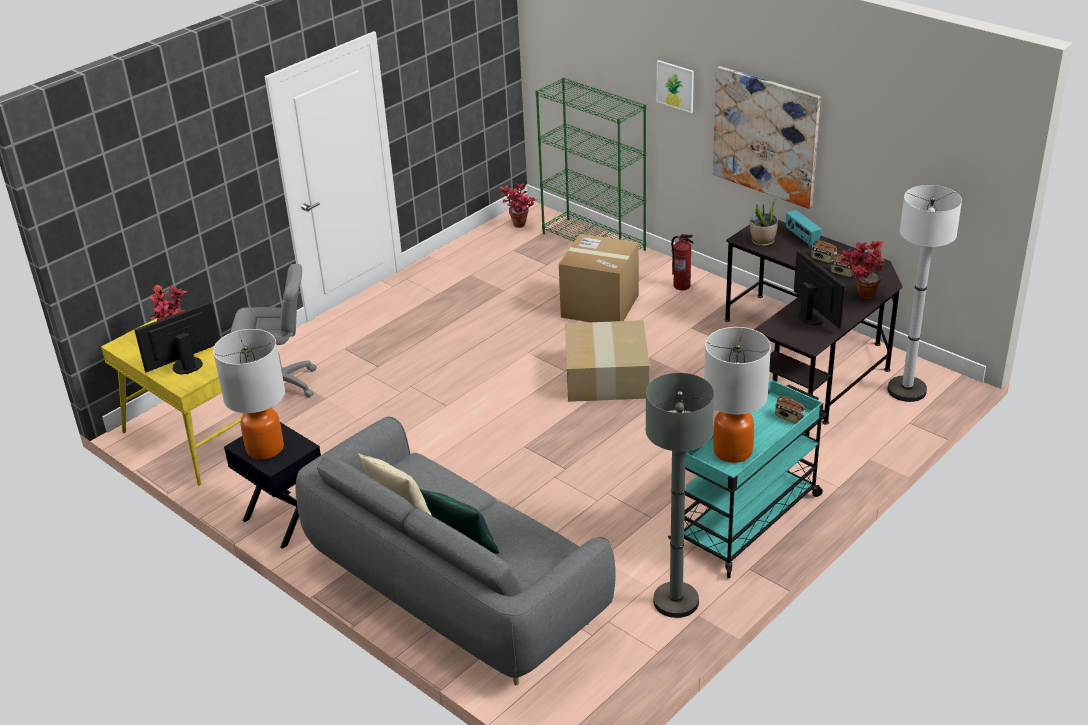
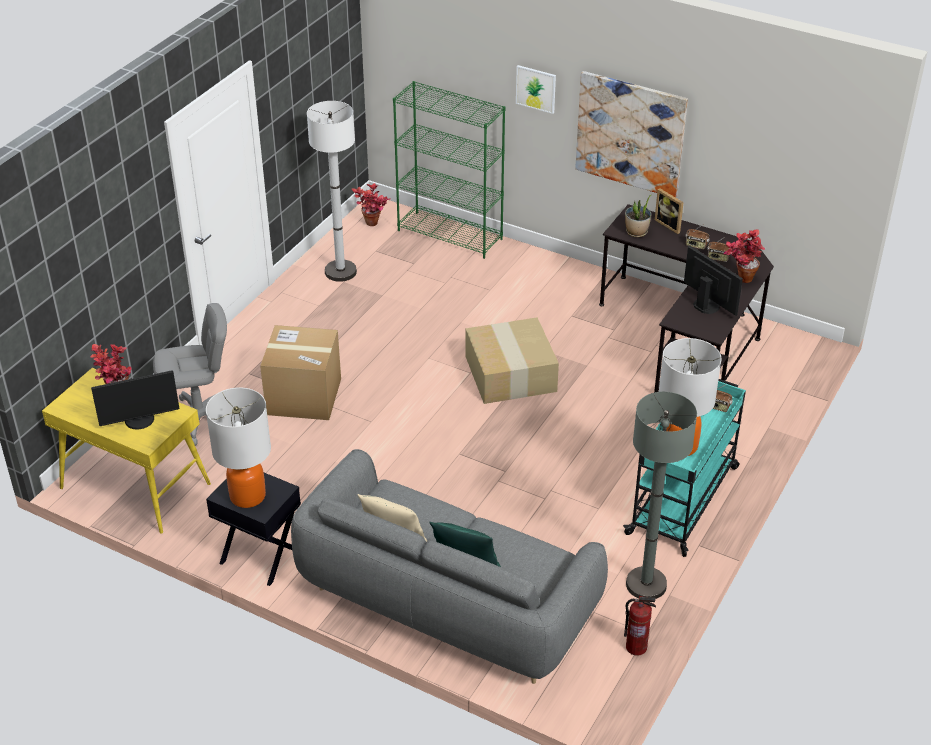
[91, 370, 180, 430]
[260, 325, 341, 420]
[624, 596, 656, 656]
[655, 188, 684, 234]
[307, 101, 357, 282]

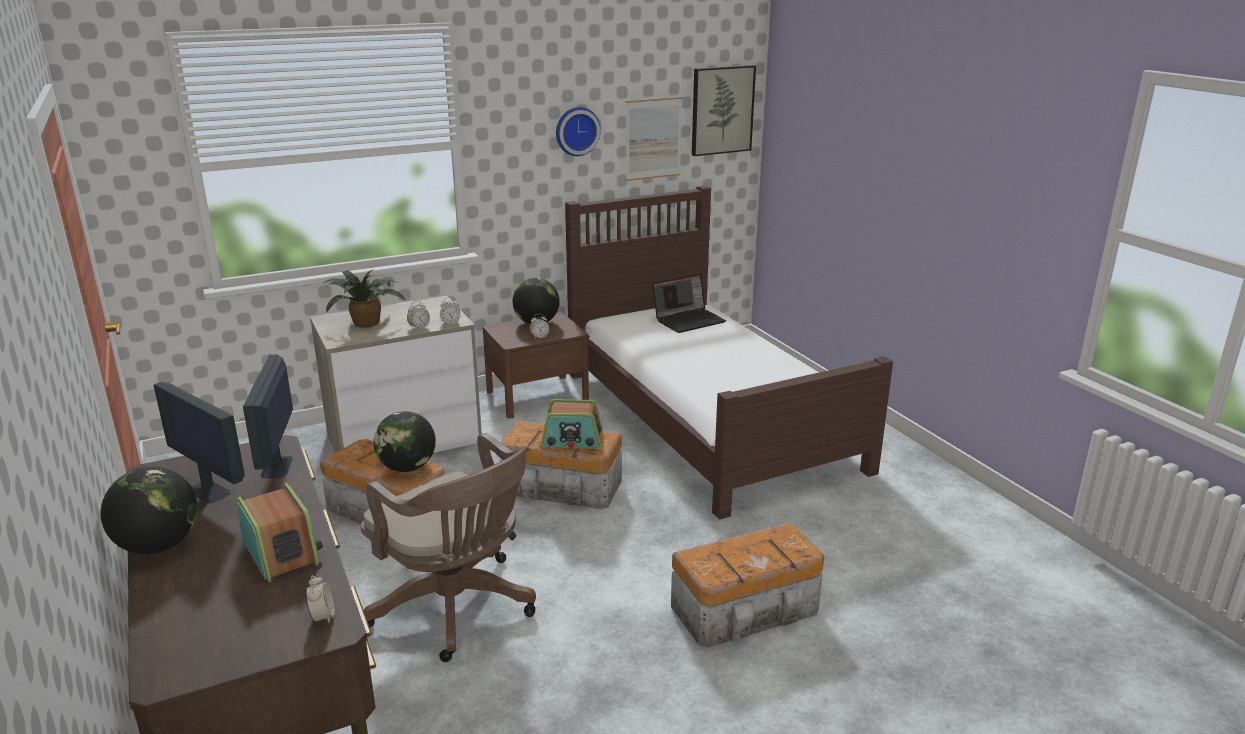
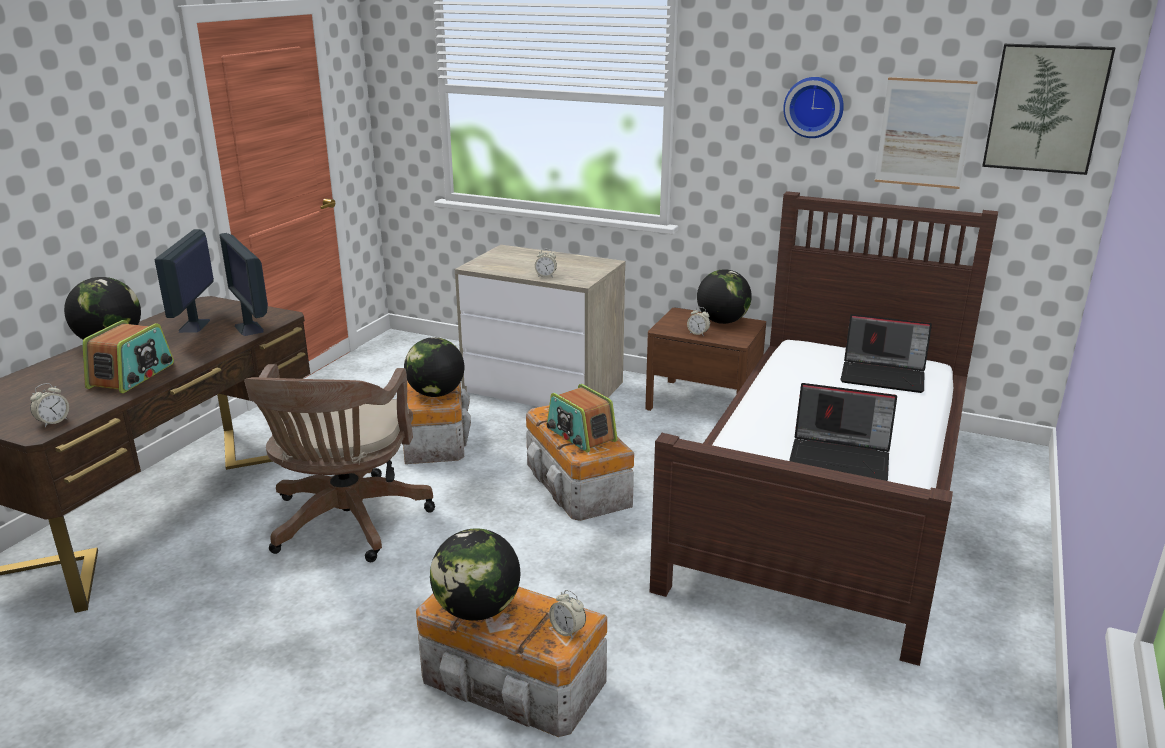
[219, 233, 268, 336]
[323, 269, 405, 328] (first image)
[549, 590, 586, 639]
[430, 528, 520, 621]
[789, 383, 897, 481]

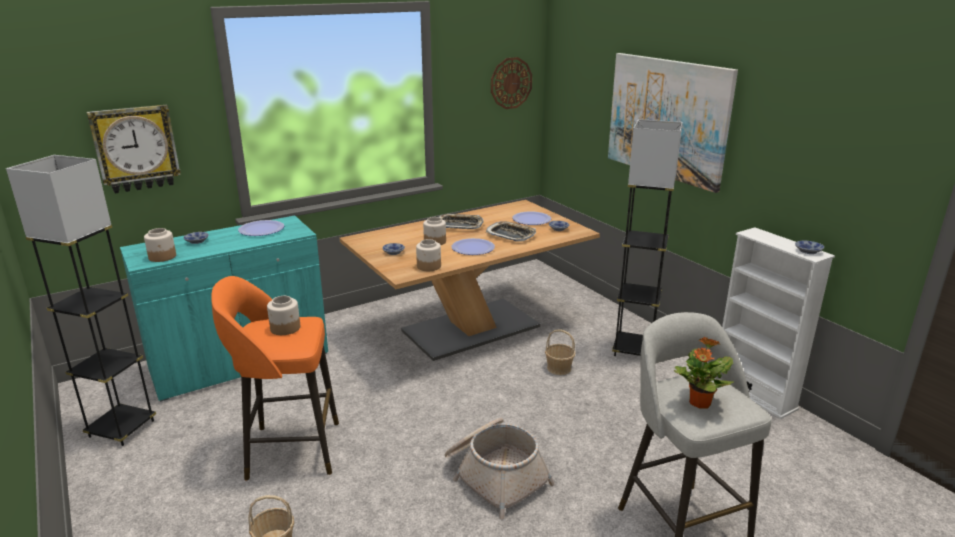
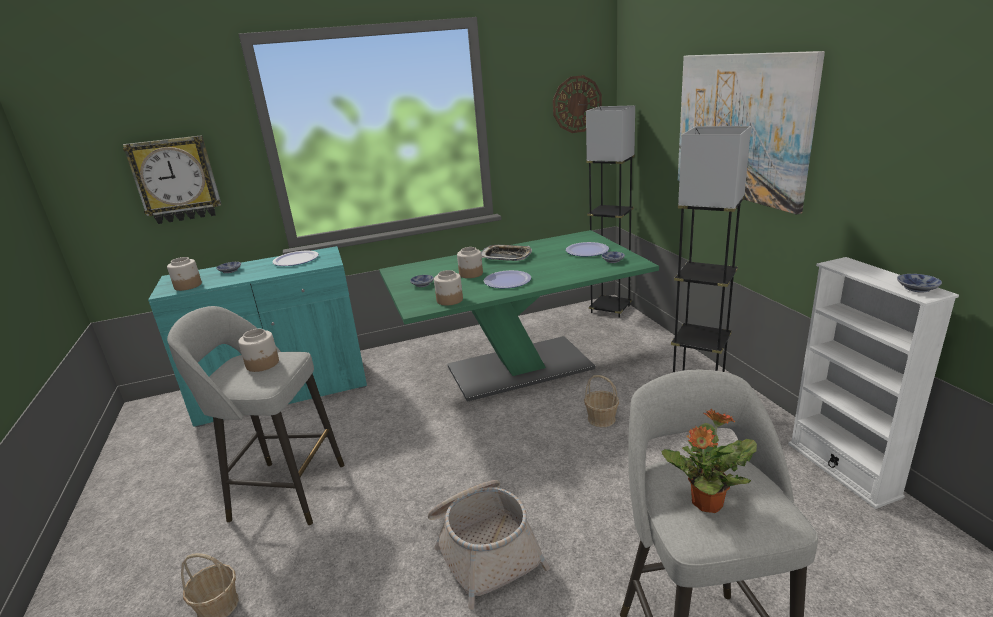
[586, 105, 635, 318]
[167, 306, 344, 525]
[379, 230, 659, 402]
[486, 221, 536, 242] (first image)

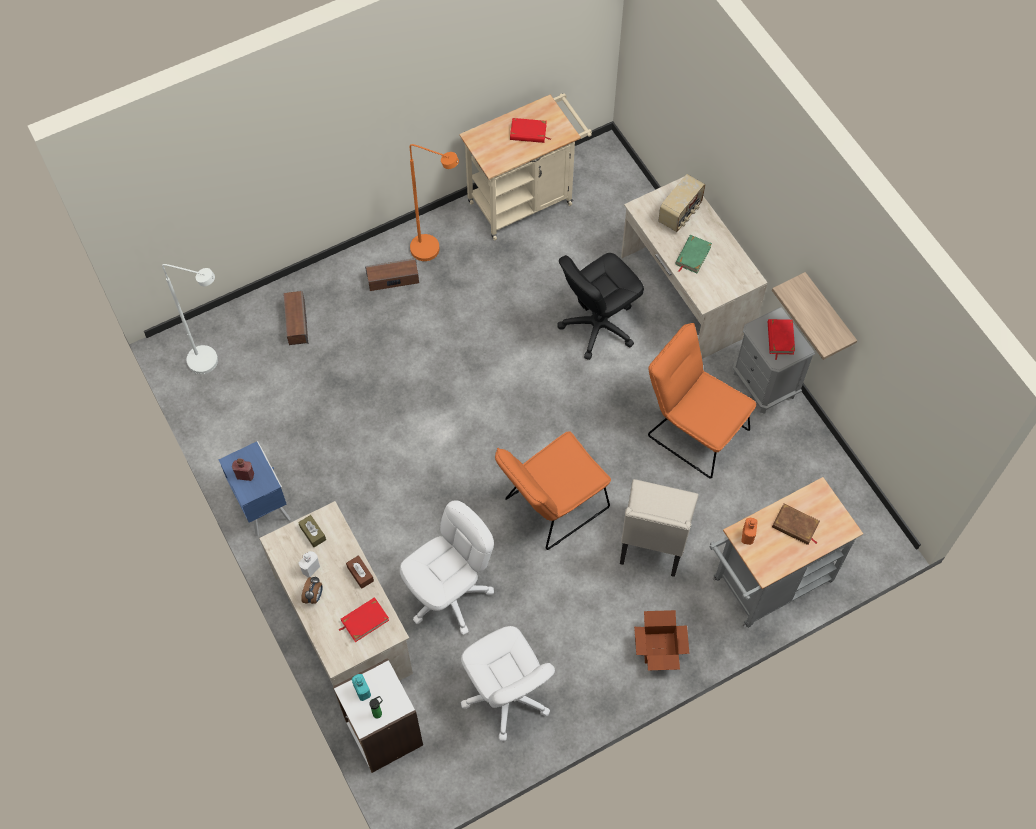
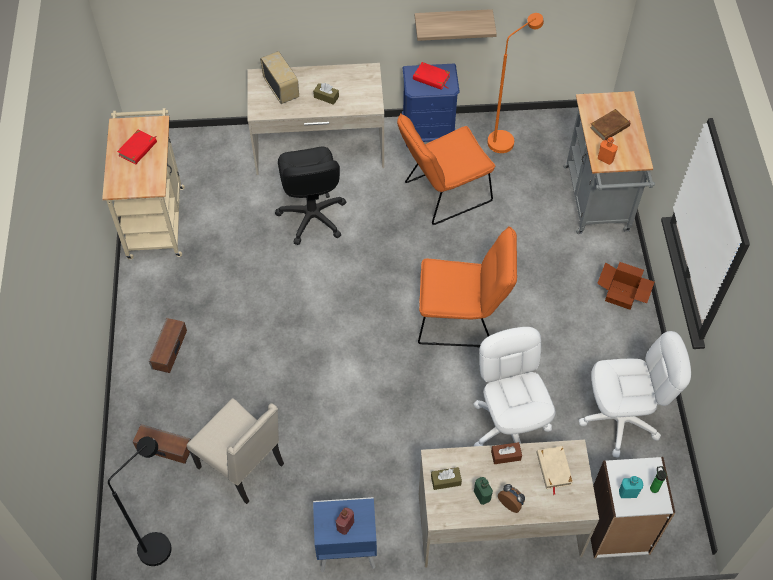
[108, 437, 172, 566]
[474, 477, 493, 505]
[537, 446, 573, 495]
[487, 13, 544, 153]
[418, 226, 517, 347]
[187, 398, 284, 504]
[313, 83, 339, 105]
[402, 64, 460, 147]

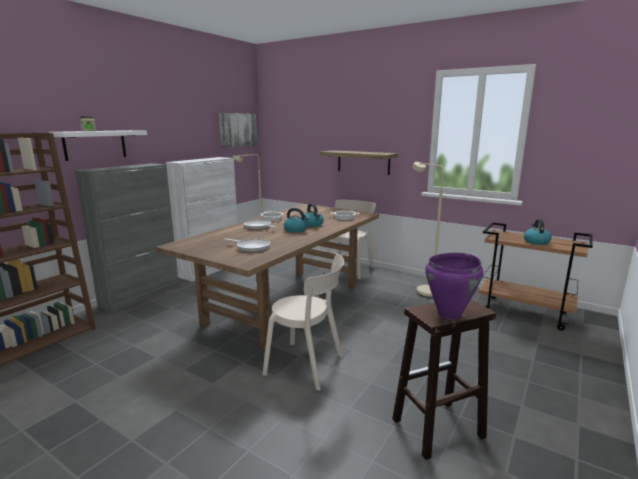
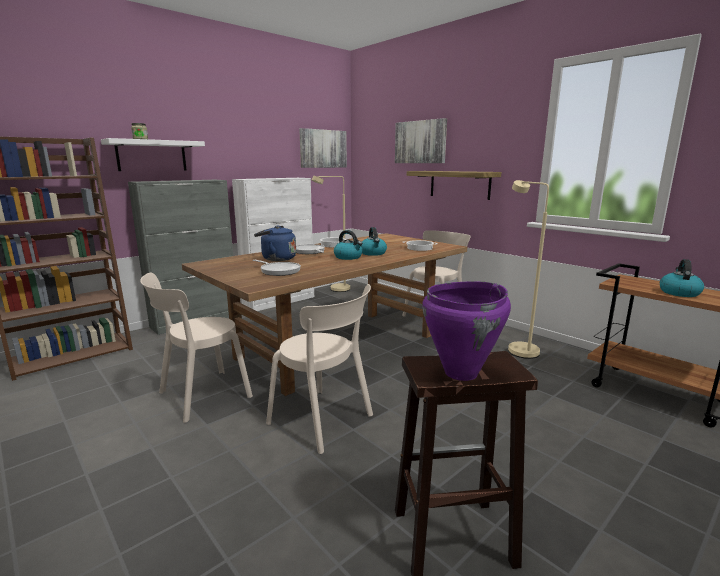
[140, 273, 253, 423]
[254, 226, 296, 261]
[395, 118, 447, 163]

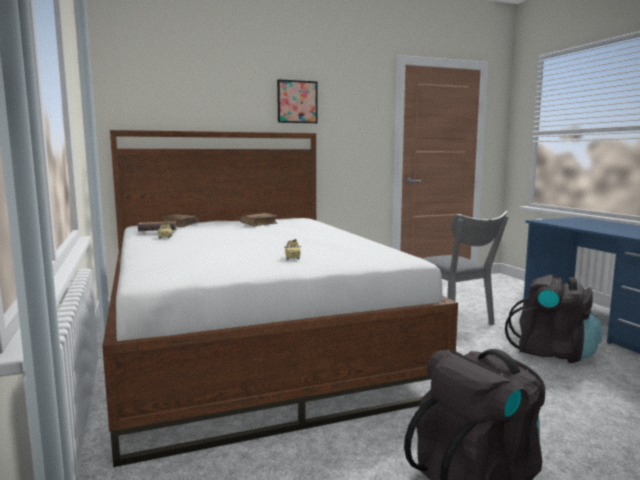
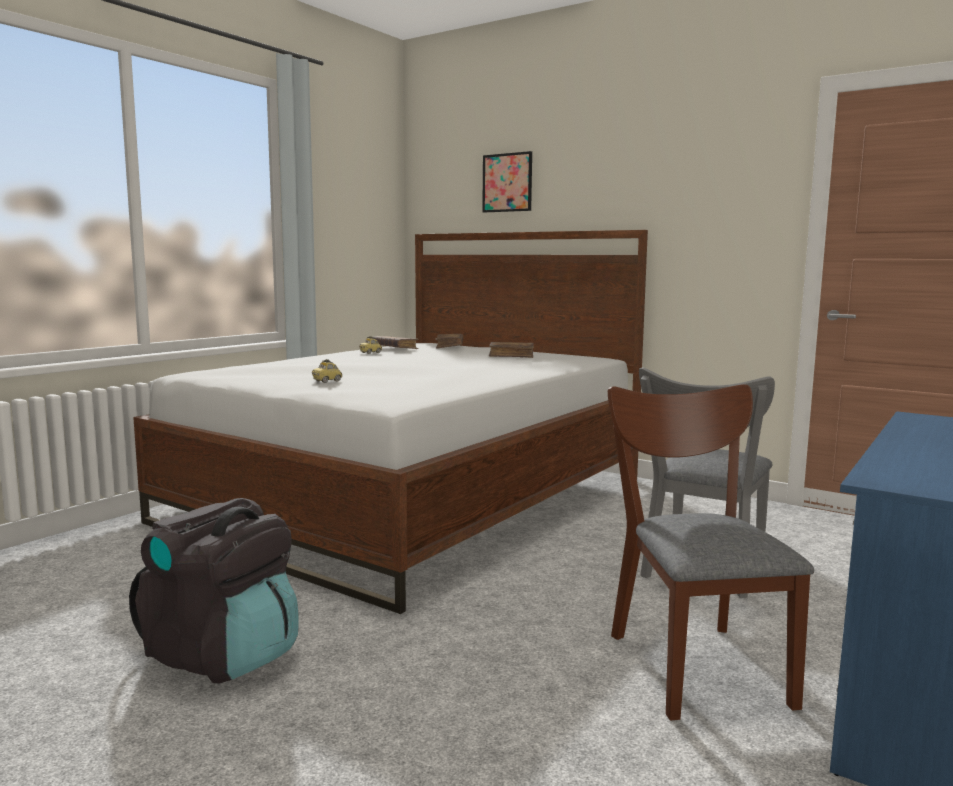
[482, 151, 532, 213]
[608, 384, 814, 720]

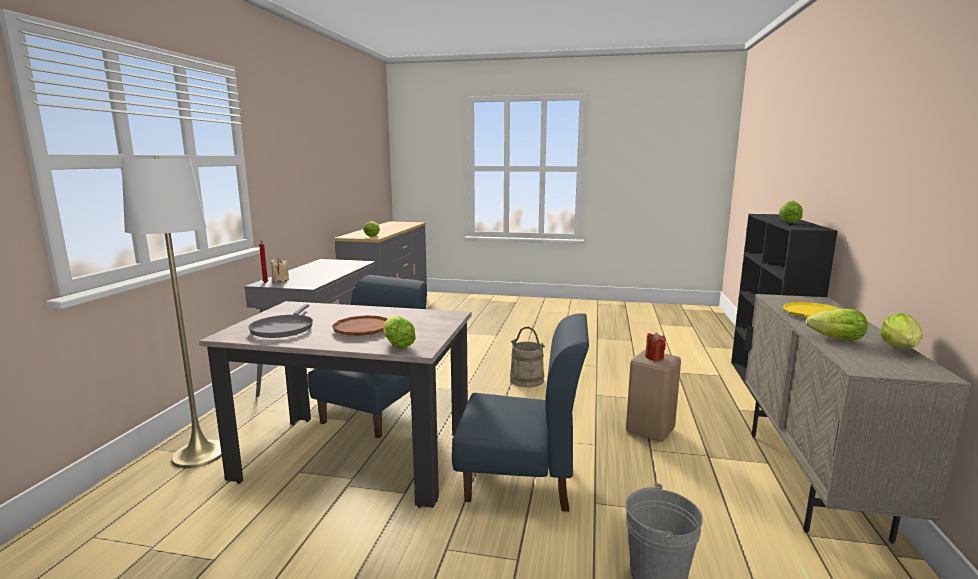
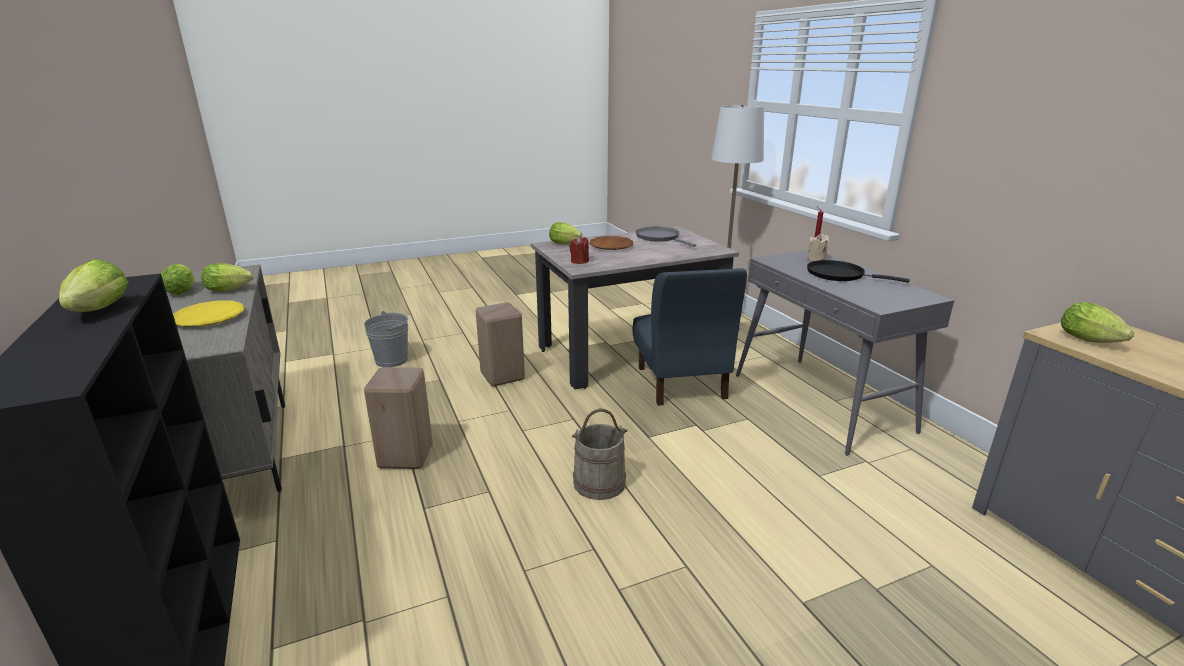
[476, 302, 525, 386]
[569, 236, 589, 264]
[807, 260, 910, 283]

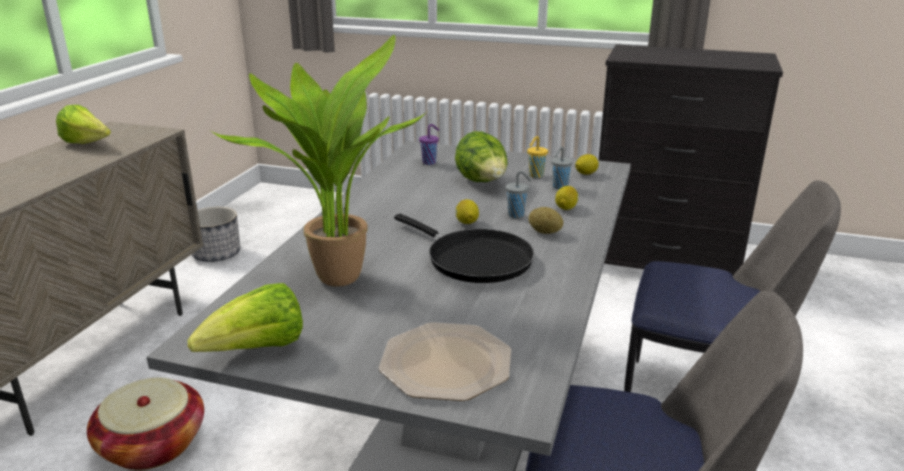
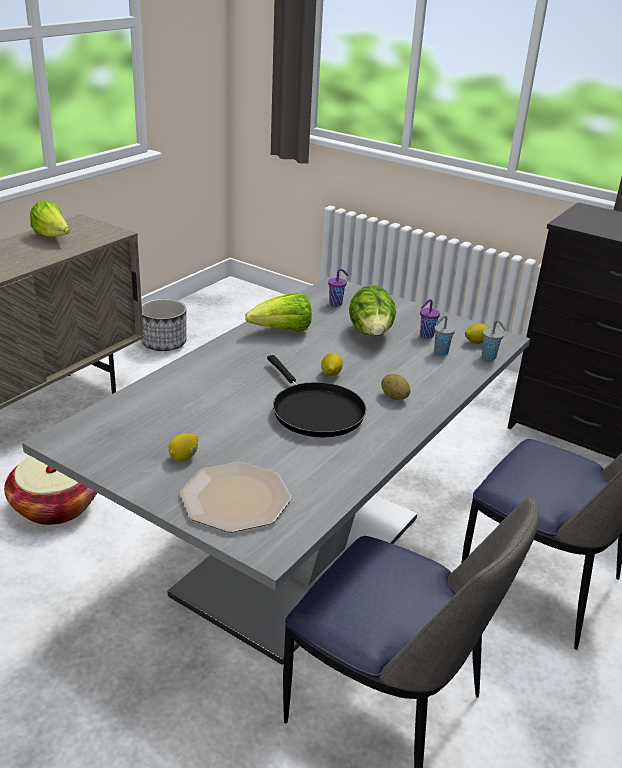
[245, 292, 312, 332]
[211, 35, 426, 287] (first image)
[482, 320, 506, 360]
[420, 299, 440, 339]
[168, 433, 198, 462]

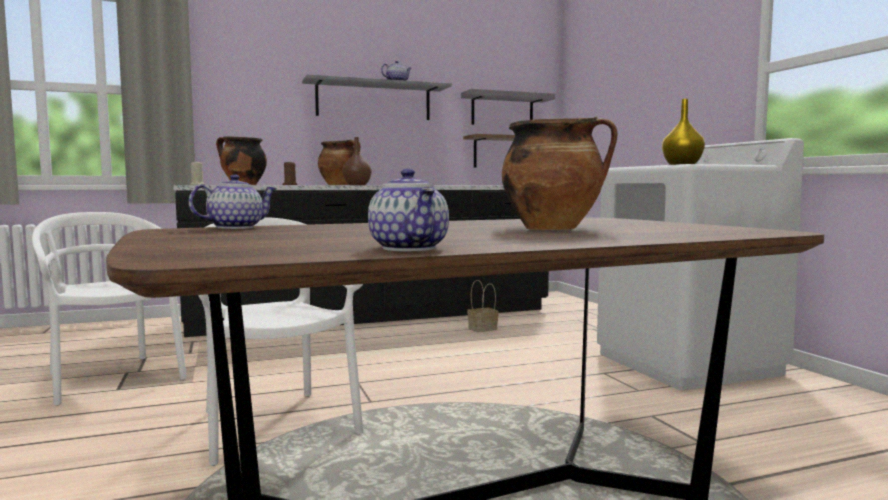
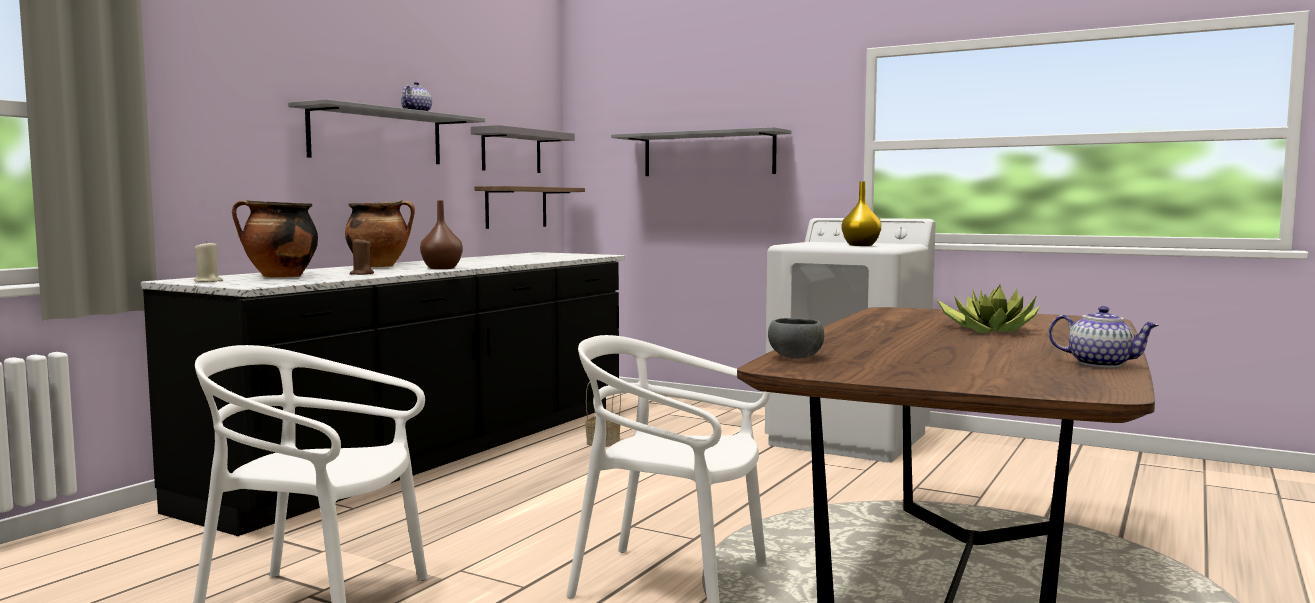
[768, 318, 824, 359]
[937, 285, 1040, 333]
[611, 127, 792, 176]

